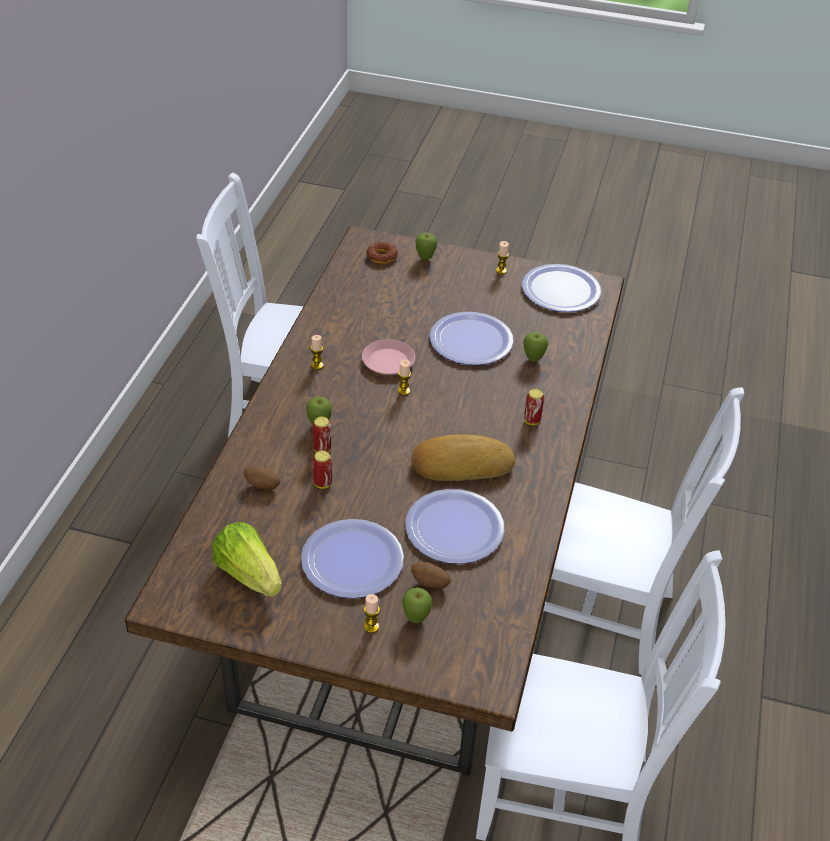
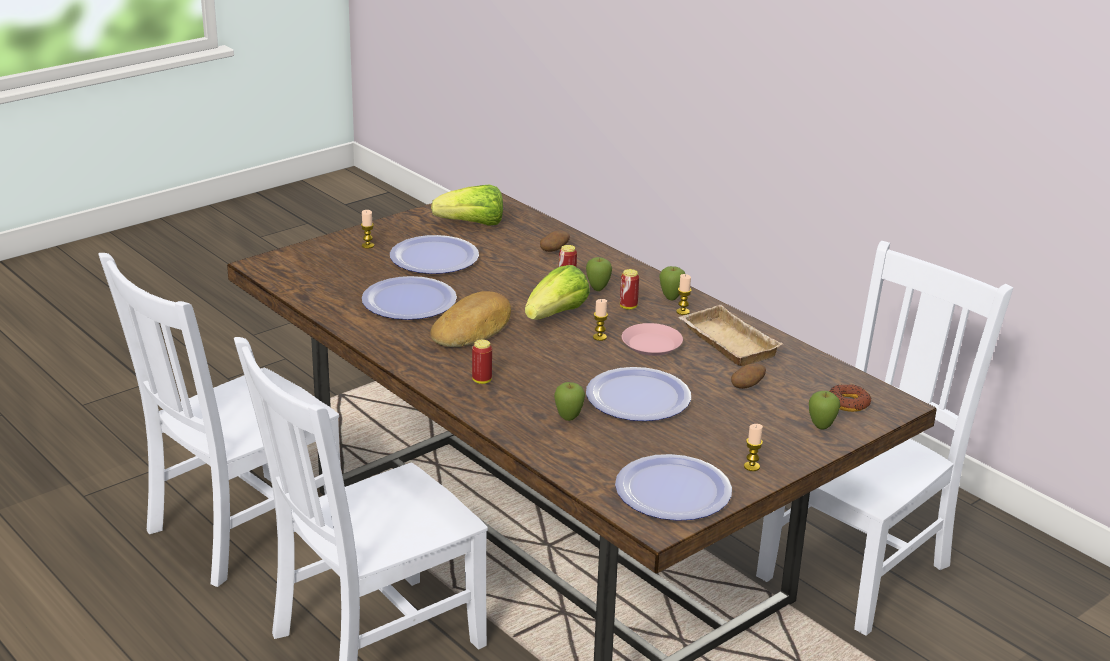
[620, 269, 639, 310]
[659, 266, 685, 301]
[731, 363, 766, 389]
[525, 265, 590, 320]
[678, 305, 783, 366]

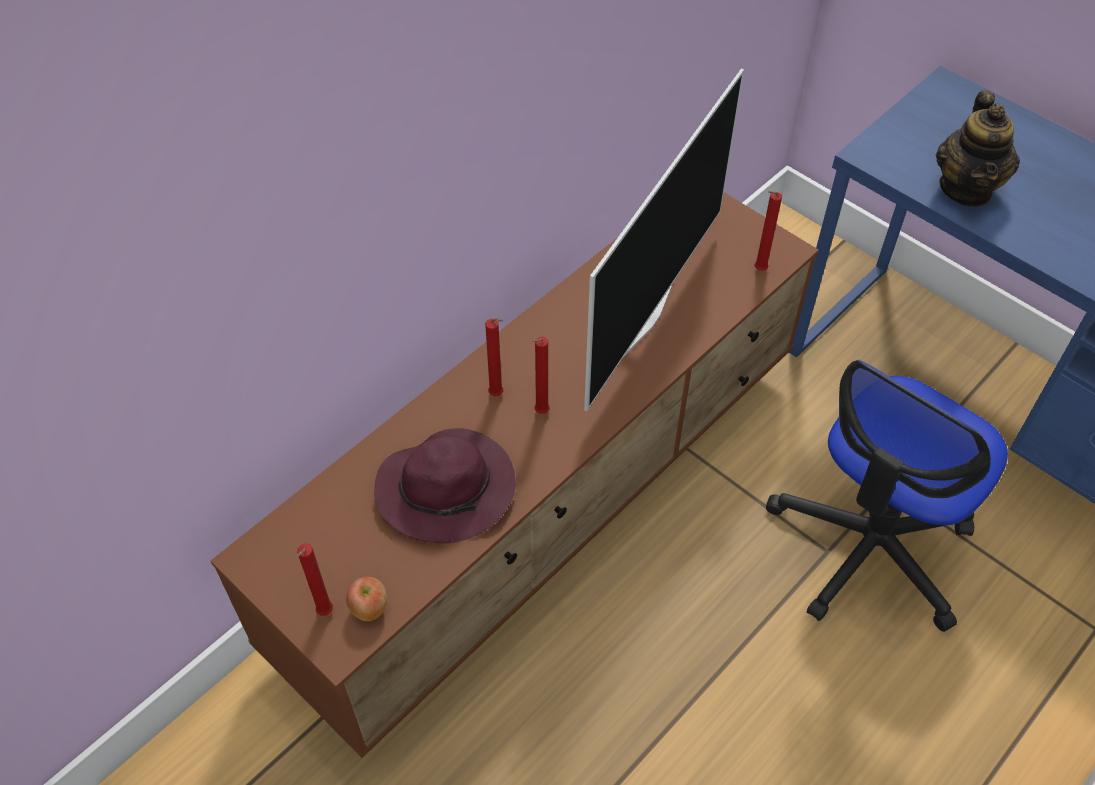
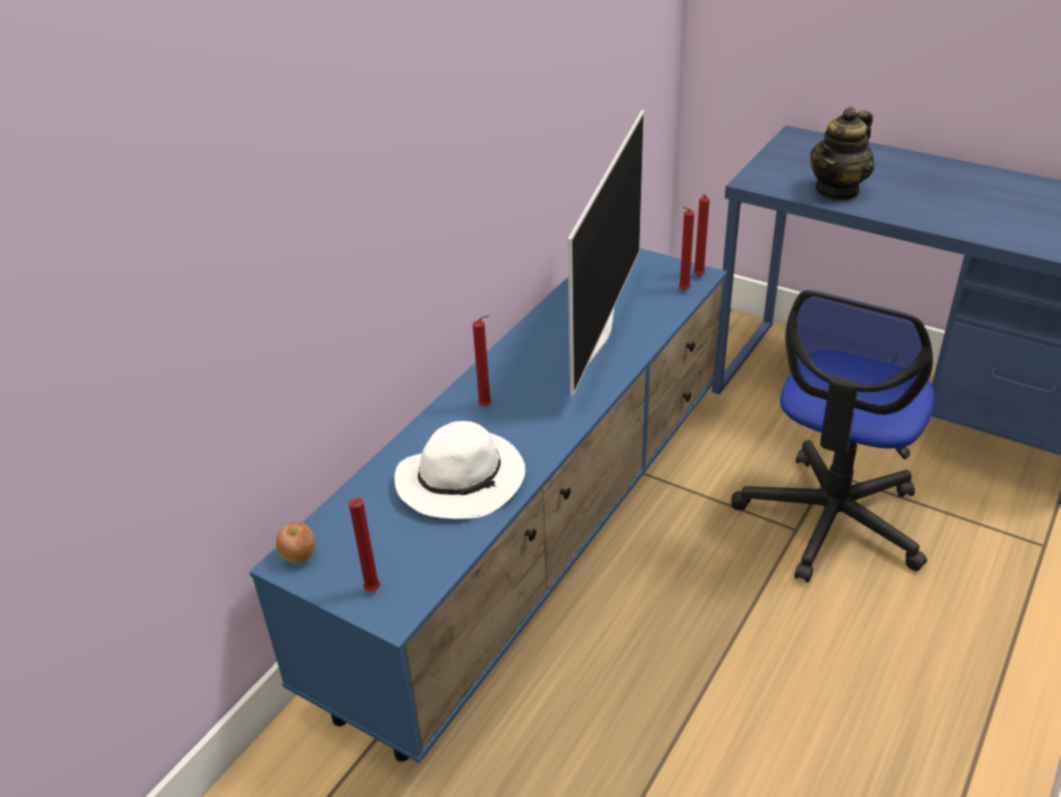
[249, 248, 727, 763]
[276, 522, 315, 564]
[394, 421, 525, 519]
[693, 194, 710, 276]
[810, 106, 875, 201]

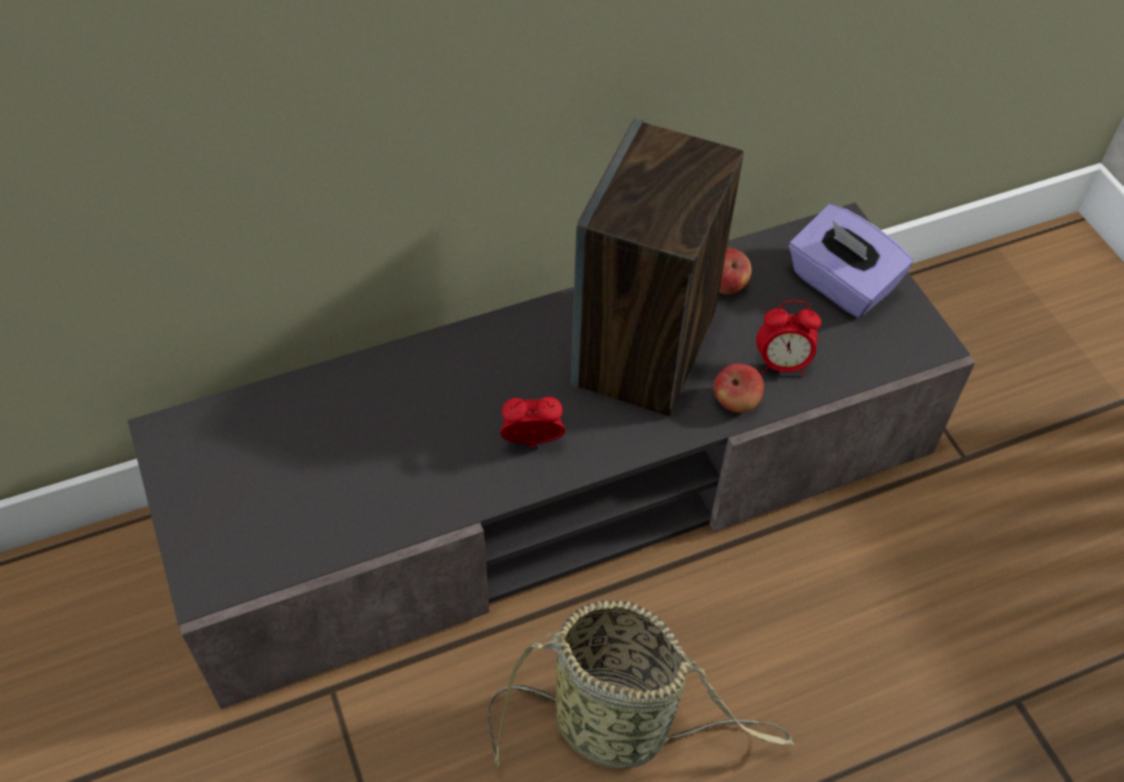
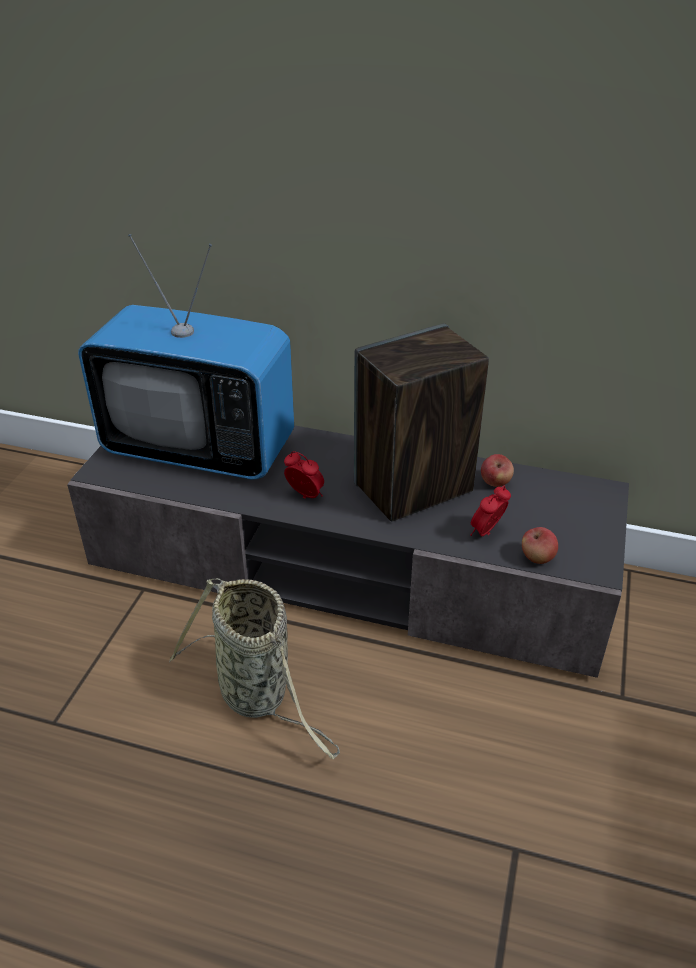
[522, 527, 558, 564]
[470, 486, 511, 536]
[789, 204, 913, 318] (first image)
[78, 234, 294, 480]

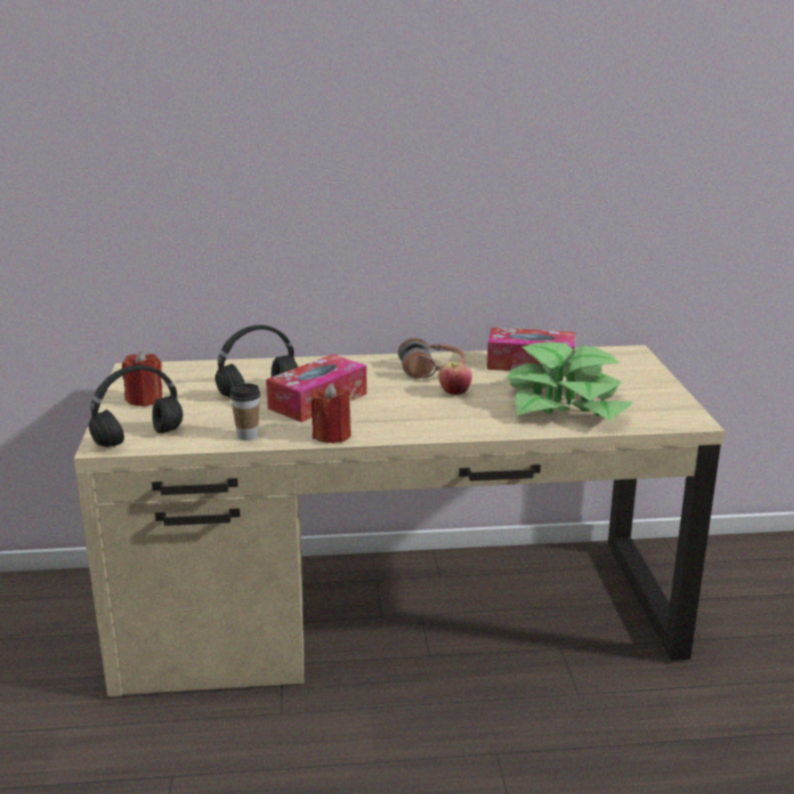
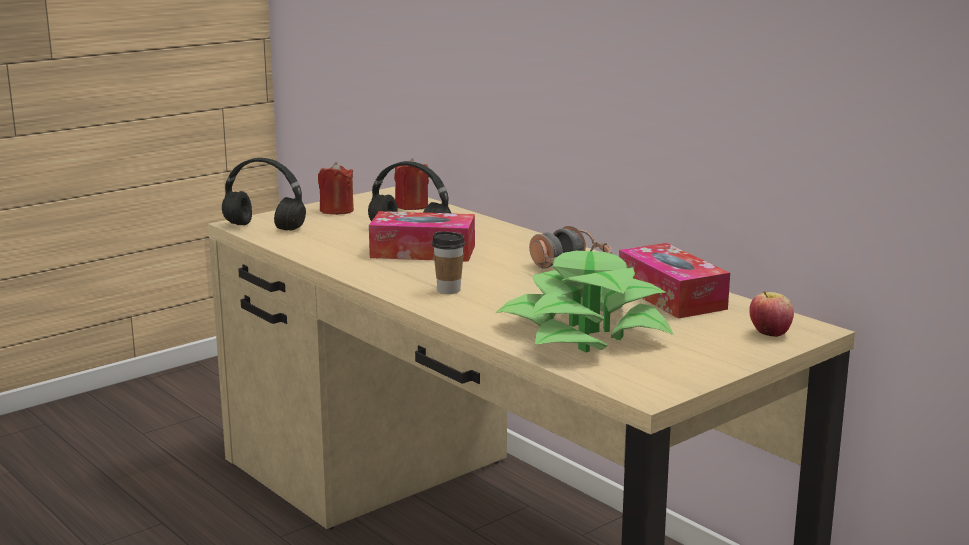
[432, 231, 465, 294]
[394, 158, 429, 210]
[749, 291, 794, 337]

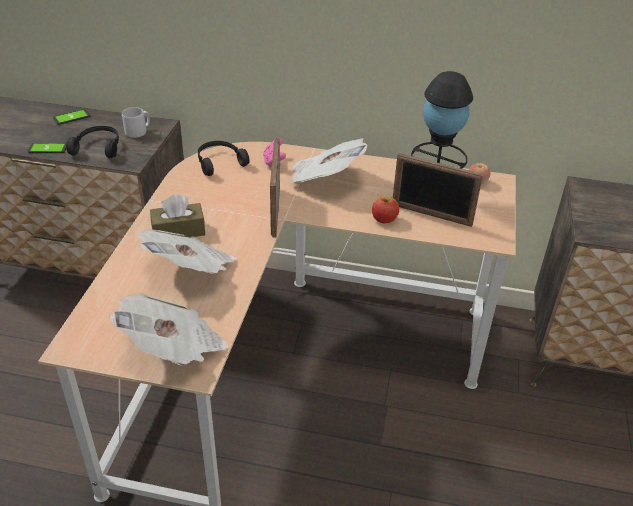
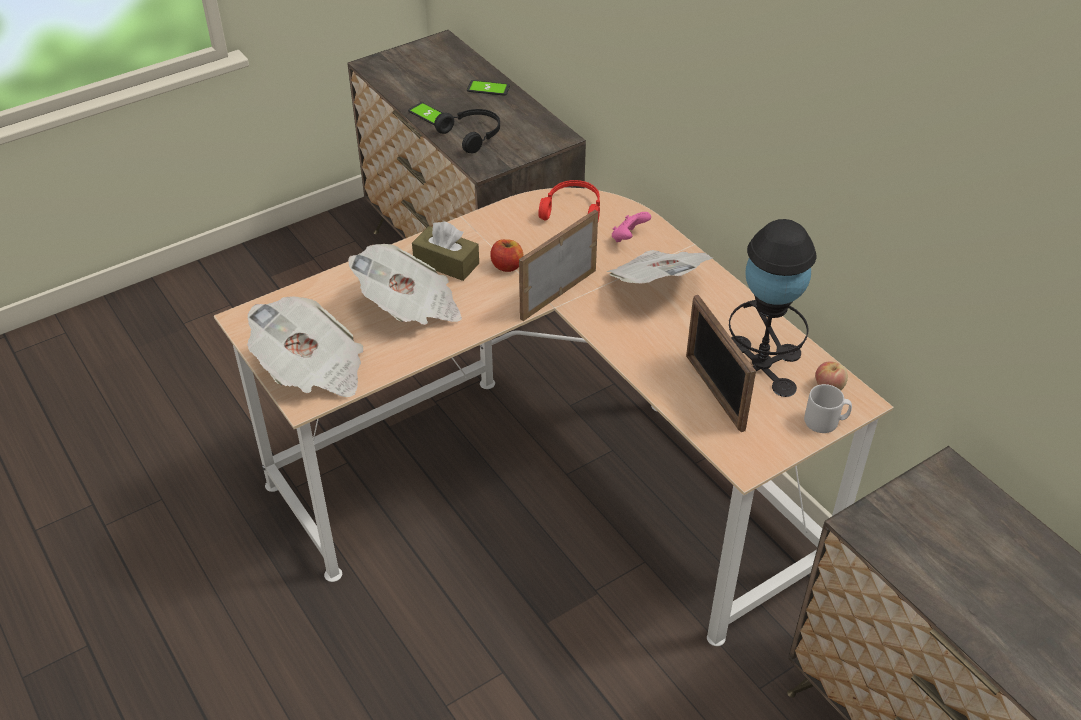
[804, 384, 852, 433]
[538, 180, 600, 221]
[490, 239, 524, 272]

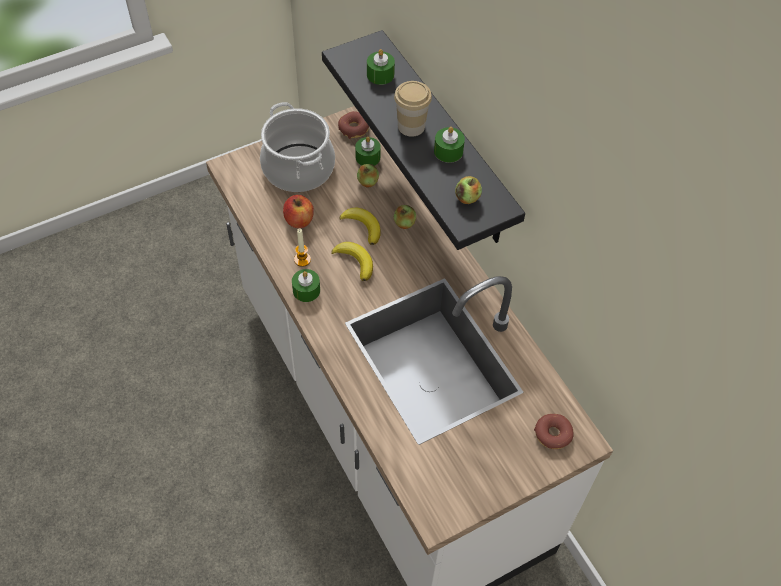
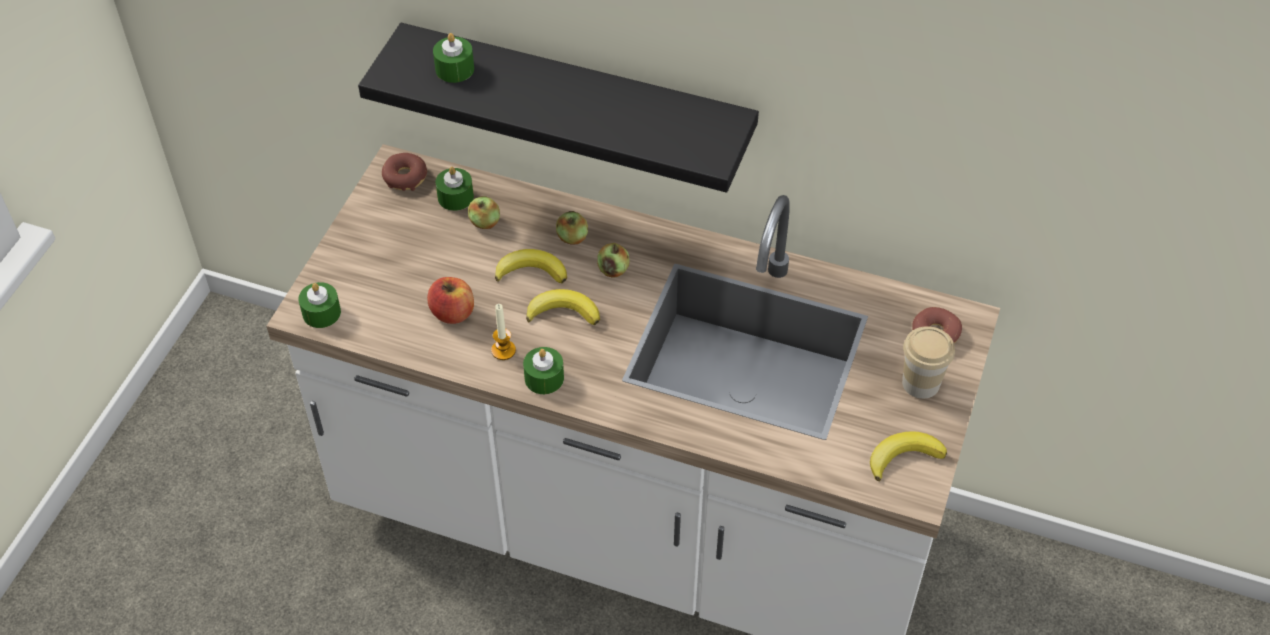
[260, 102, 335, 192] (first image)
[902, 326, 955, 399]
[298, 282, 341, 328]
[597, 243, 630, 278]
[870, 431, 947, 481]

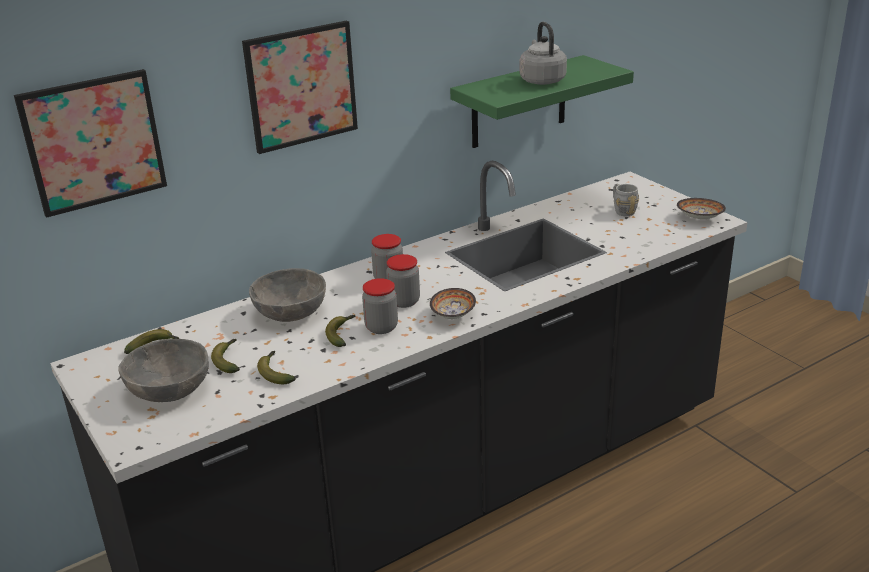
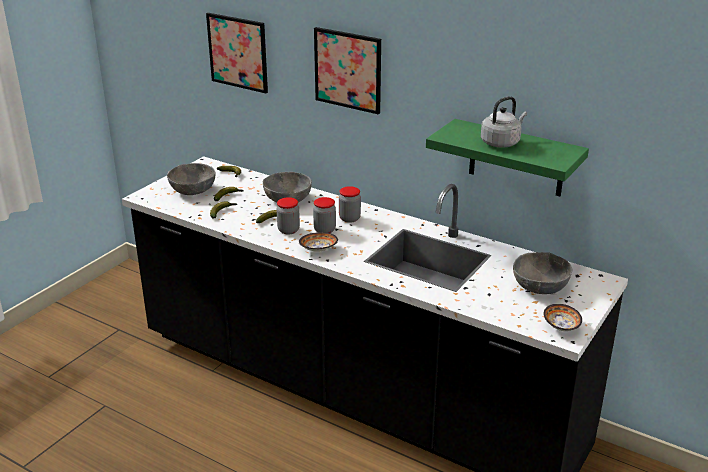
[513, 252, 572, 294]

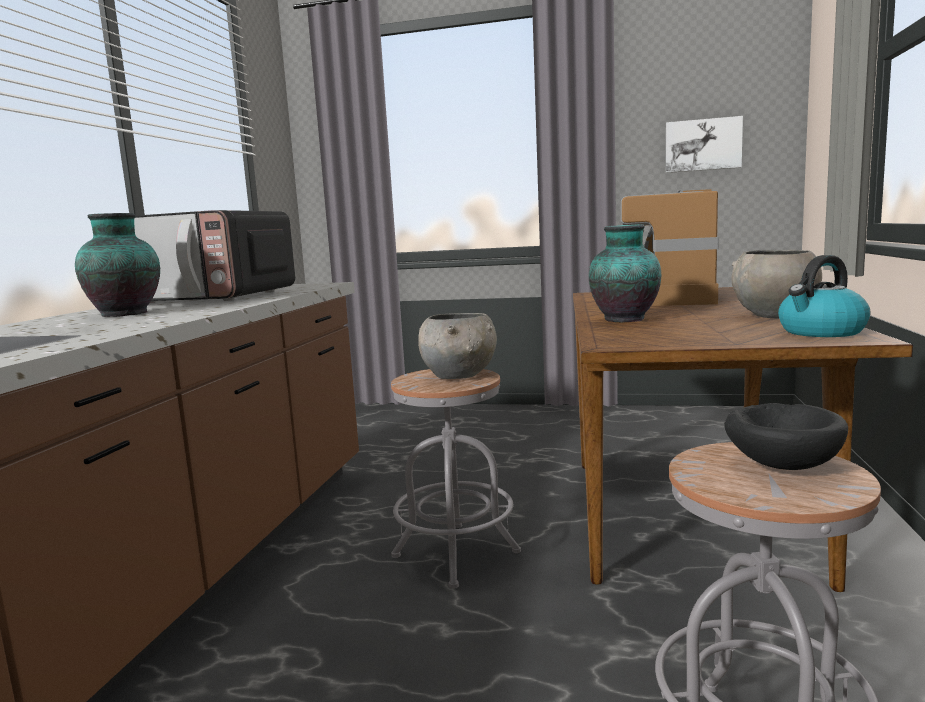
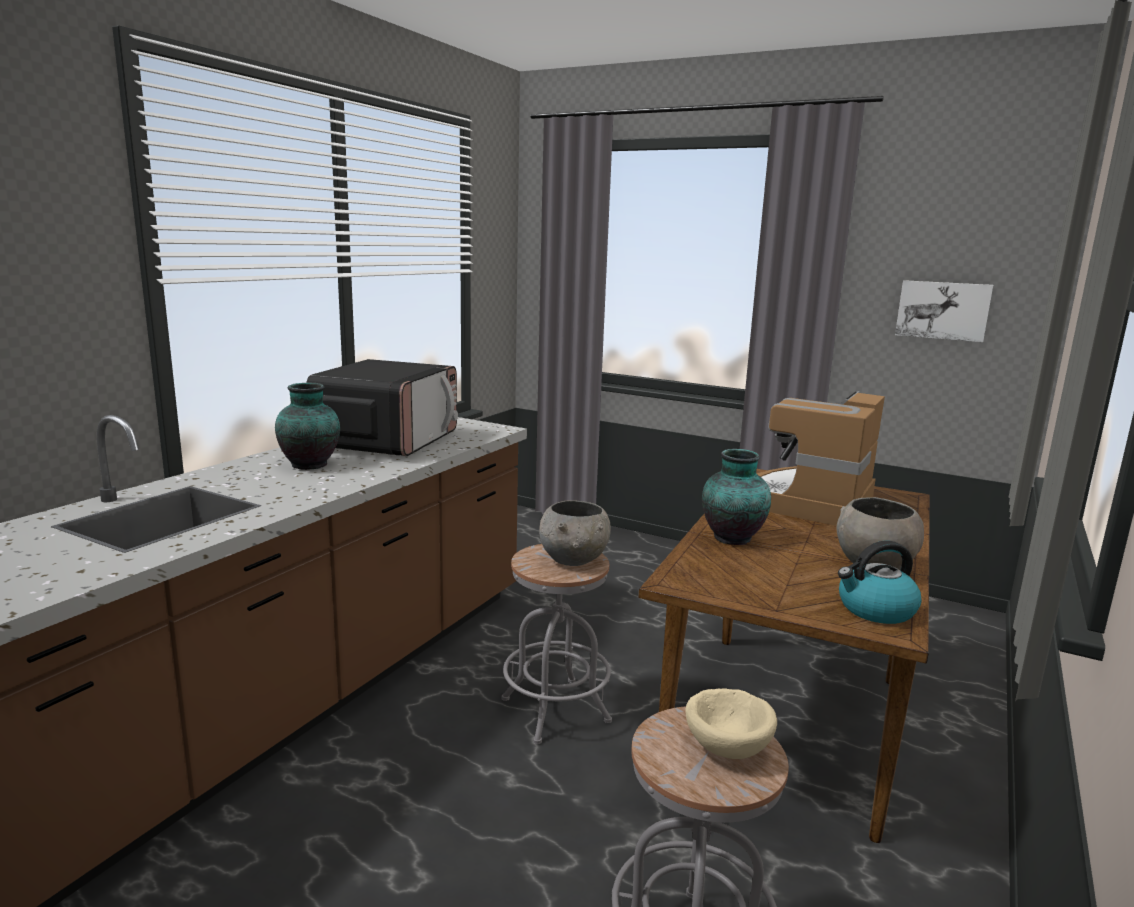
[306, 359, 458, 456]
[685, 688, 777, 759]

